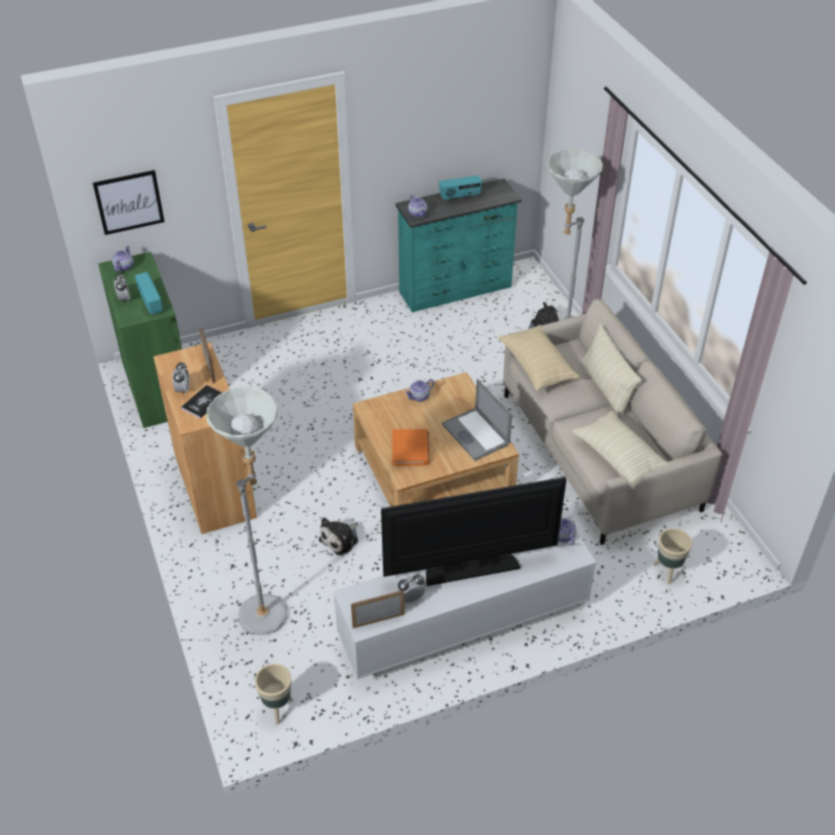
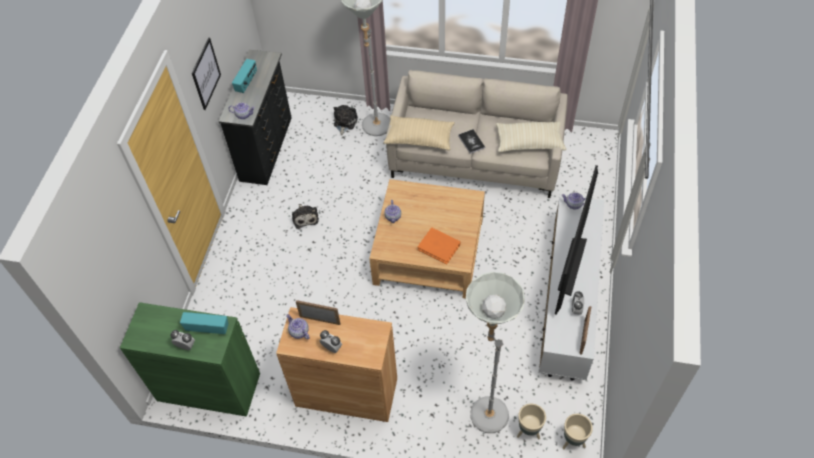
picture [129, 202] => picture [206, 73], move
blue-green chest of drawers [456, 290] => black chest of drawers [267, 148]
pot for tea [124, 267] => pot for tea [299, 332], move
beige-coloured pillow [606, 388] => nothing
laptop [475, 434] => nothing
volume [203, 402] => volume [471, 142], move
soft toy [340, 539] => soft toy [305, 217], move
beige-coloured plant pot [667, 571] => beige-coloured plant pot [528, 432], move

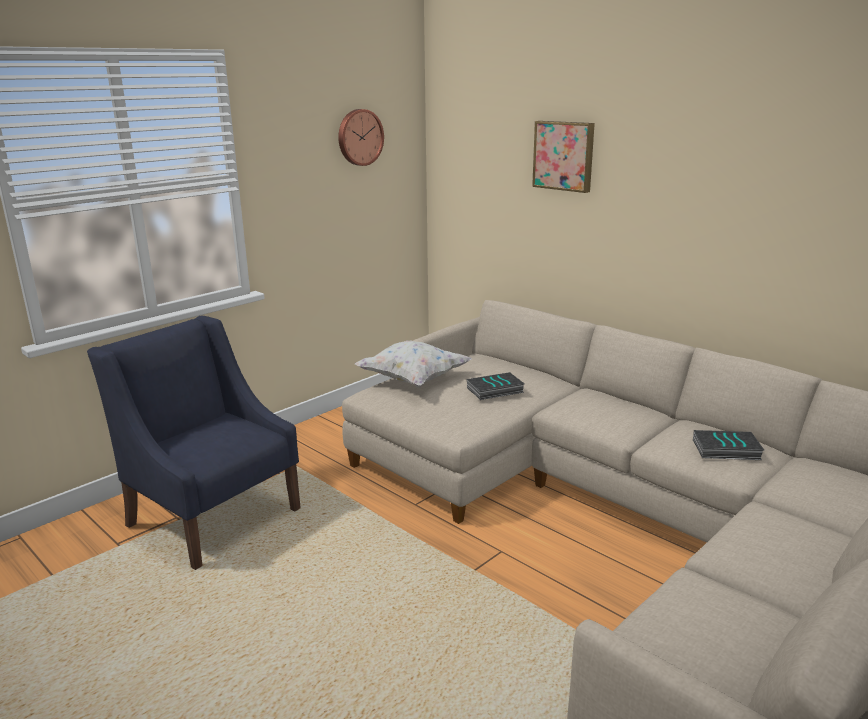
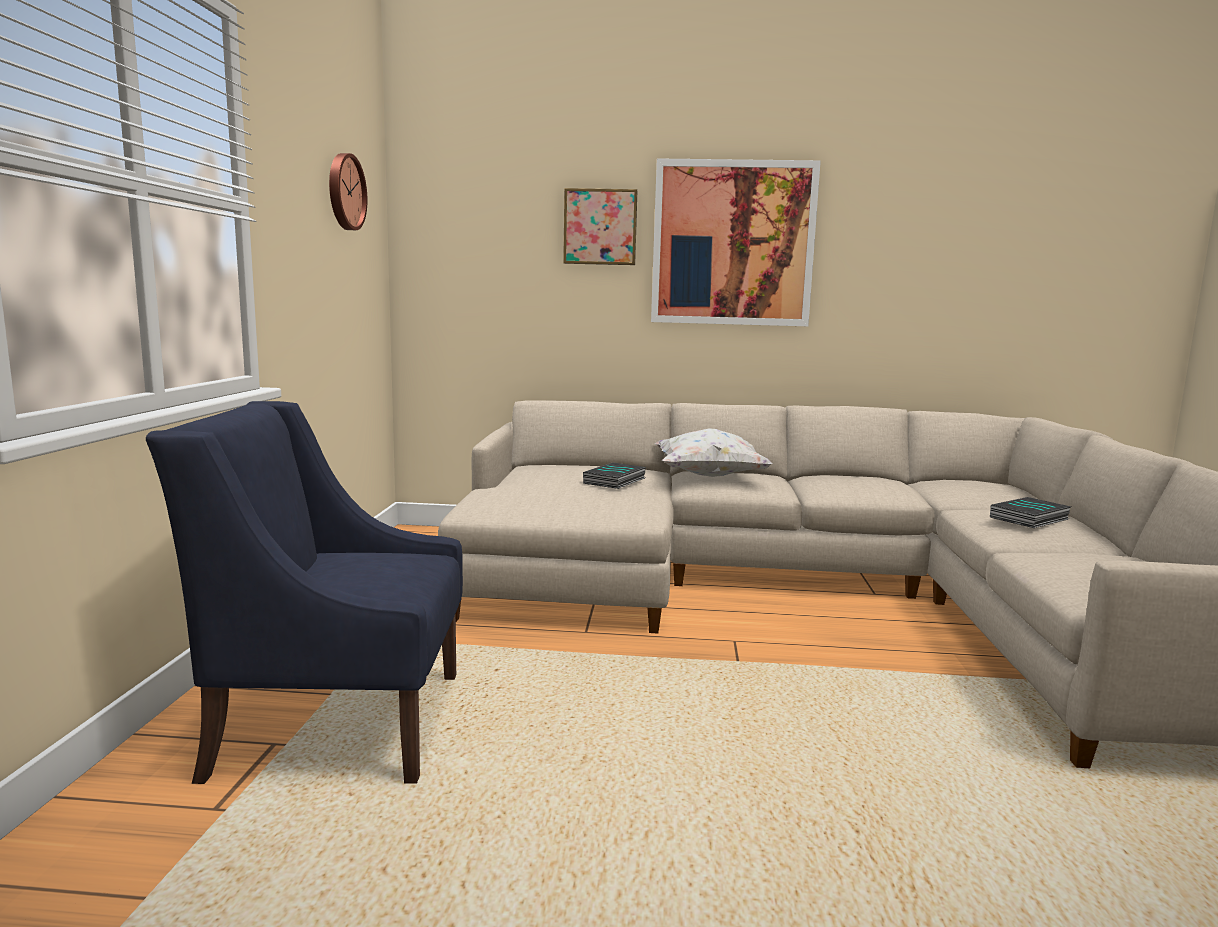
whitish pillow [413, 380] => whitish pillow [708, 476], move
volume [725, 450] => volume [1030, 518], move
nothing => picture [732, 244]

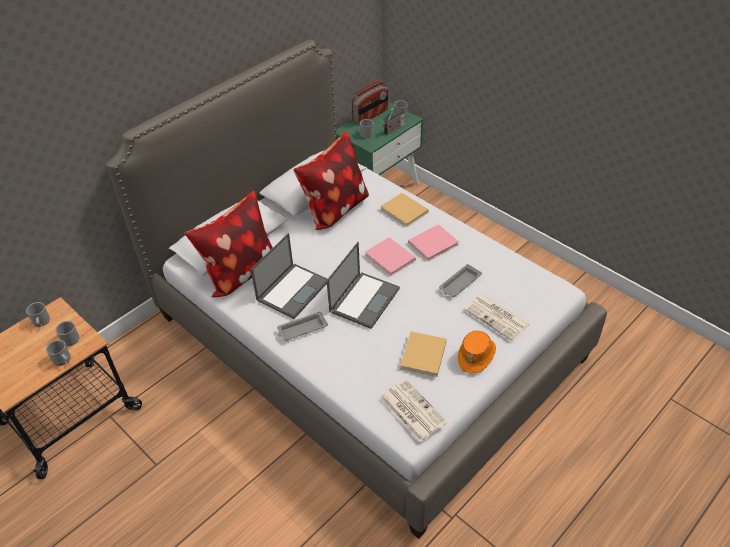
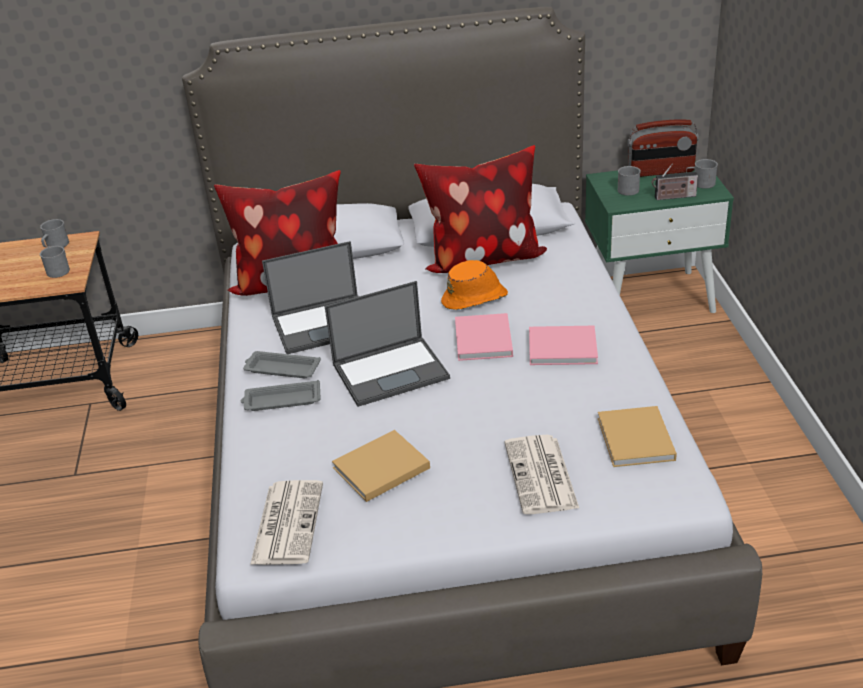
beige-coloured volume [405, 211] => beige-coloured volume [636, 441], move
gray serving tray [459, 283] => gray serving tray [281, 401], move
orangey hat [476, 355] => orangey hat [475, 298], move
gray mug [63, 360] => nothing

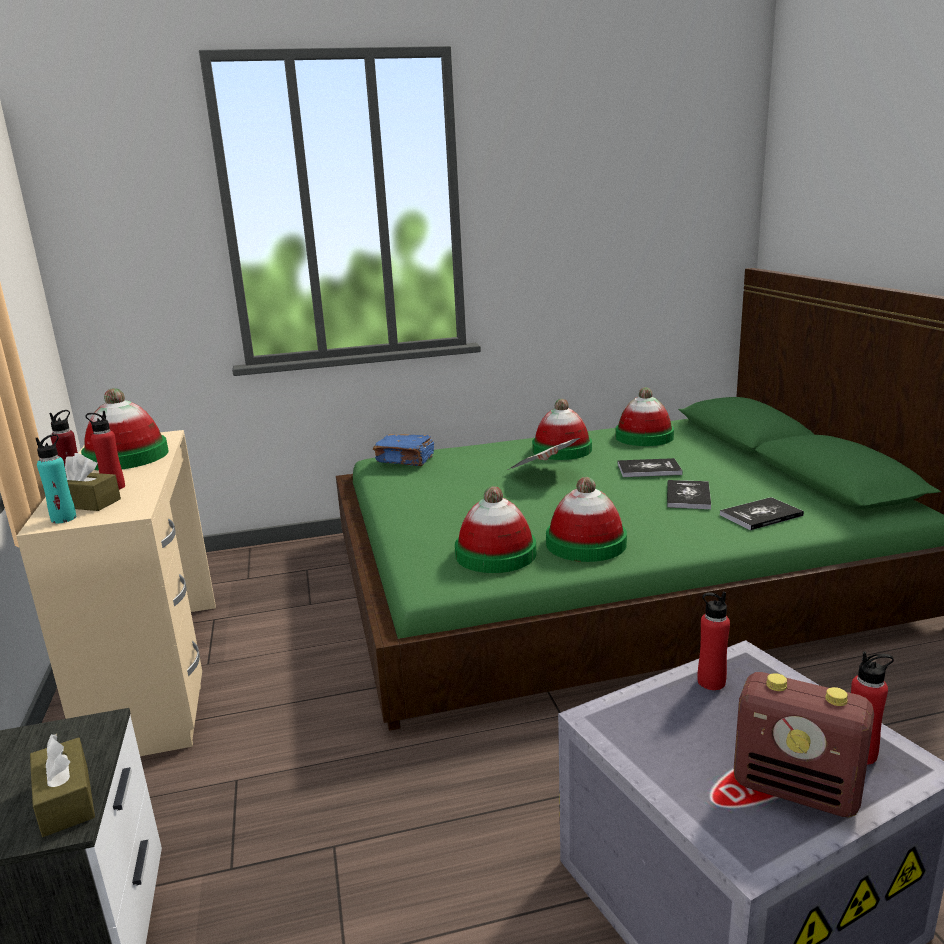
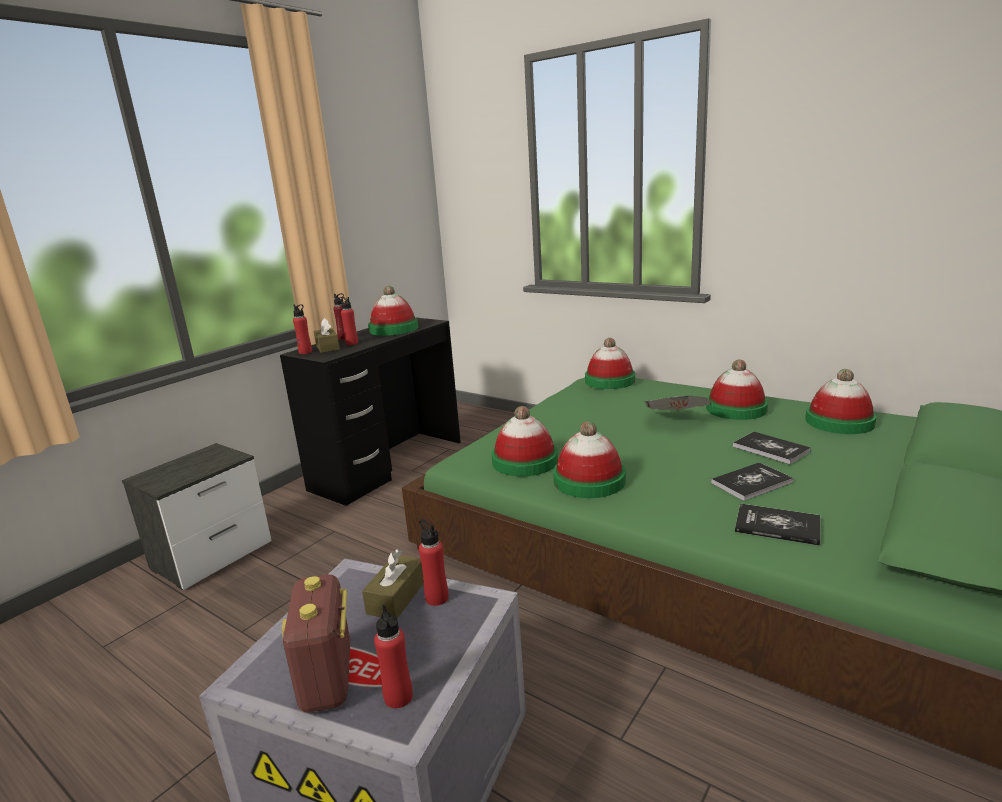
beige-coloured desk table [157, 674] => black desk table [388, 465]
blue-green bottle [64, 518] => red-coloured bottle [305, 352]
blue-coloured volume [405, 460] => hat [609, 380]
brown-coloured tissue box [66, 800] => brown-coloured tissue box [396, 597], move

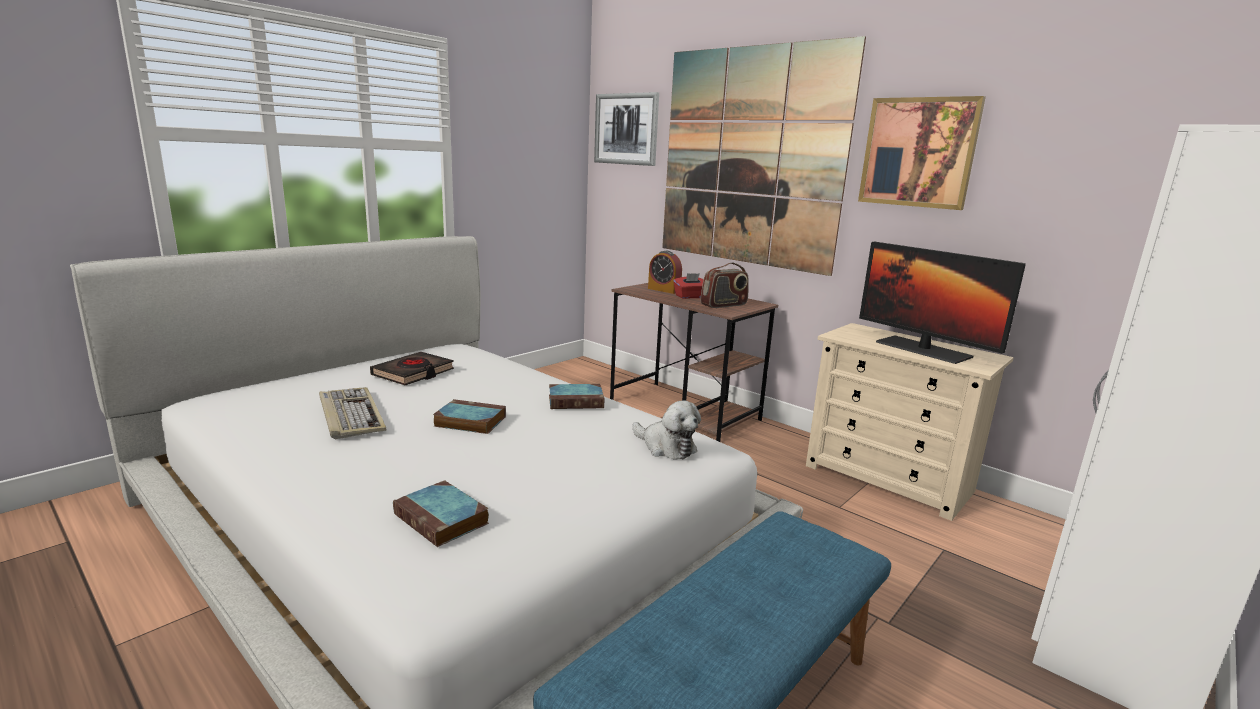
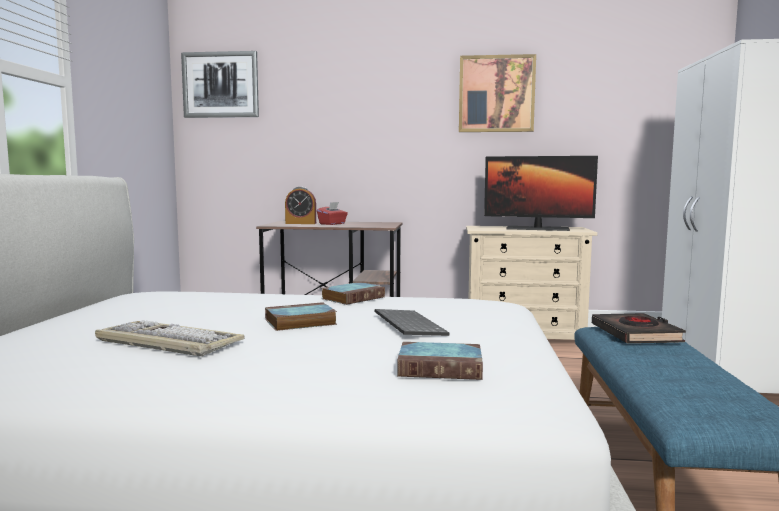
picture [750, 158] => nothing
radio receiver [724, 305] => nothing
black volume [413, 373] => black volume [636, 334], move
soft toy [666, 447] => nothing
nothing => PC keyboard [407, 325]

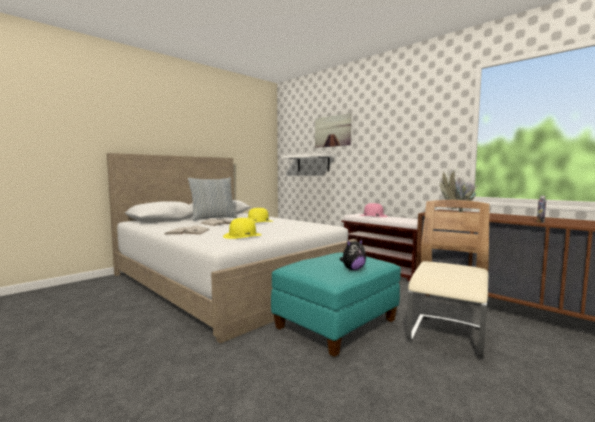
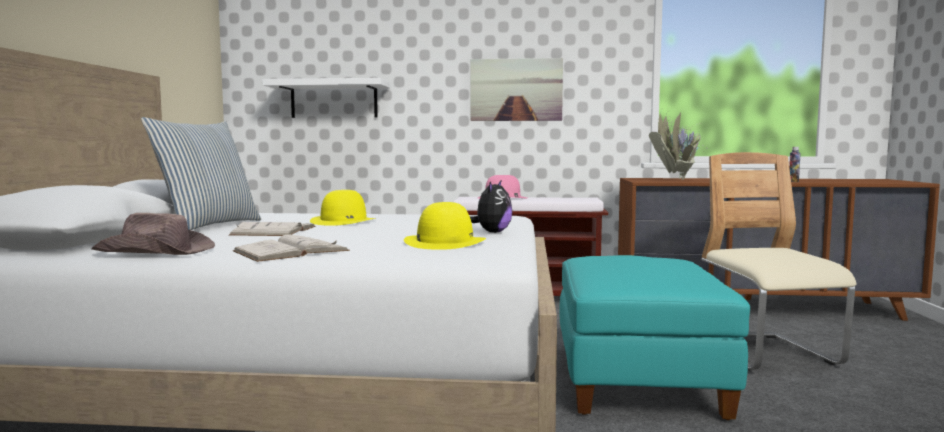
picture [332, 131] => picture [516, 90], move
soft toy [353, 269] => soft toy [492, 232], move
nothing => brown-coloured hat [156, 252]

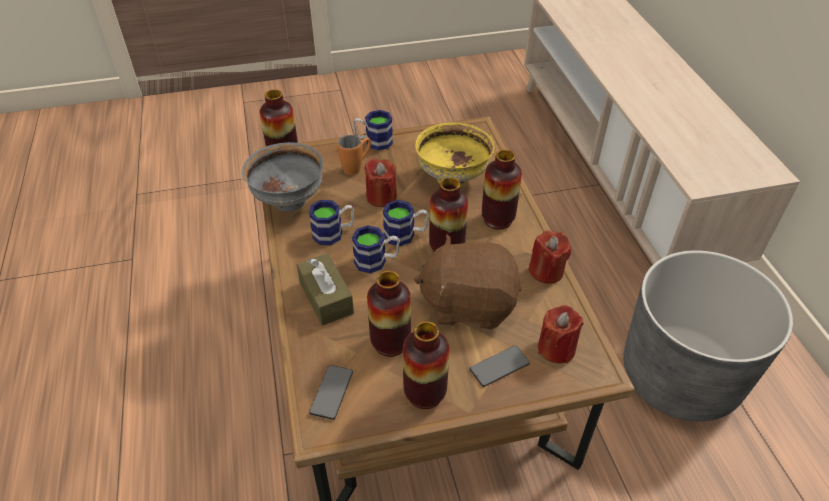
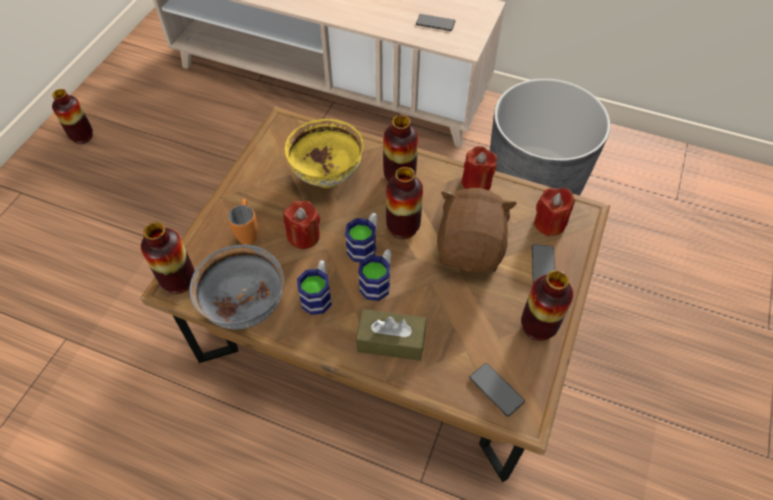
mug [373, 142] => nothing
brown-coloured soft toy [468, 303] => brown-coloured soft toy [471, 248], 150 degrees clockwise
flower vase [390, 343] => flower vase [82, 136], move
nothing => phone [435, 23]

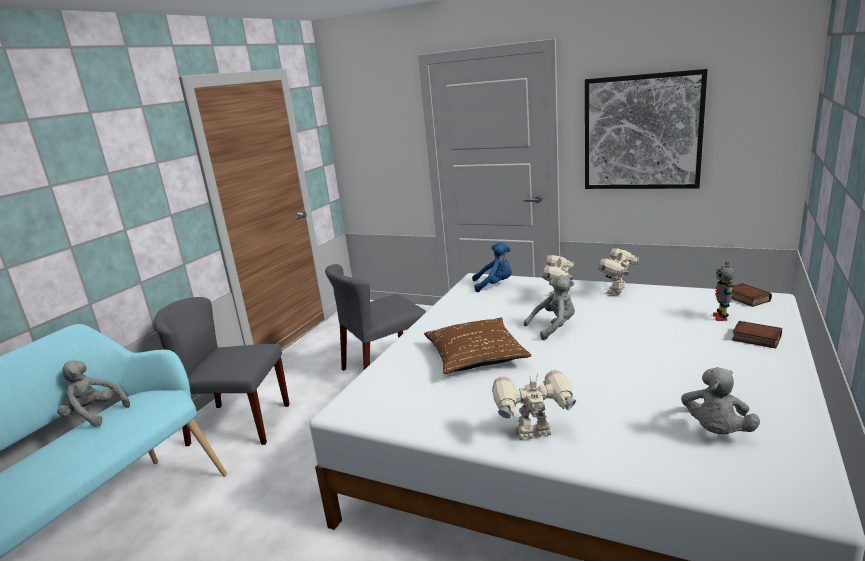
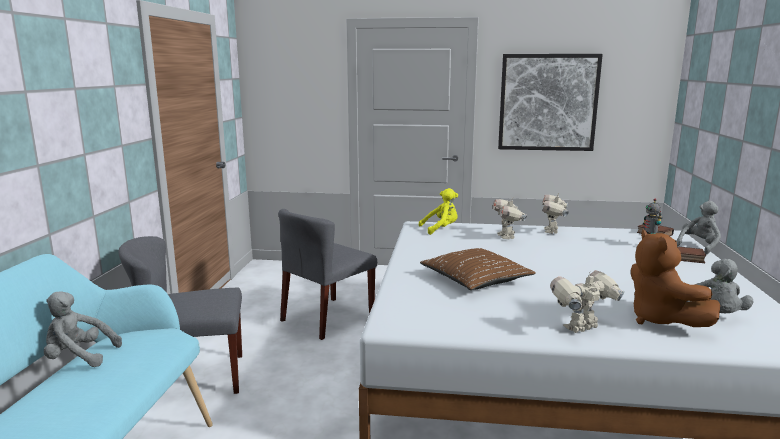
blue-coloured soft toy [495, 285] => yellow-coloured soft toy [441, 229]
gray soft toy [554, 327] => gray soft toy [699, 246], move
nothing => brown-coloured soft toy [661, 320]

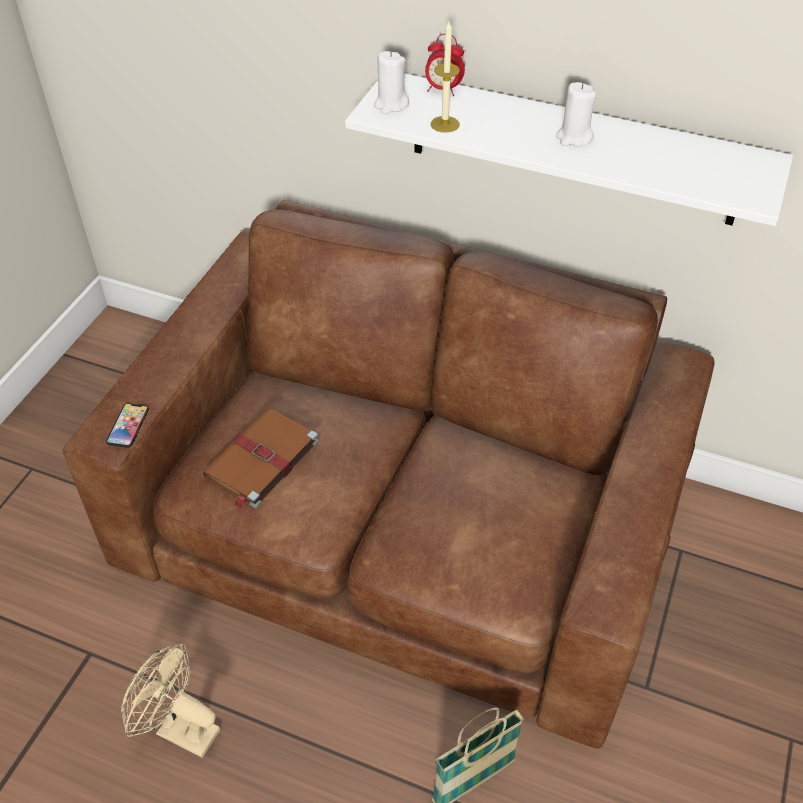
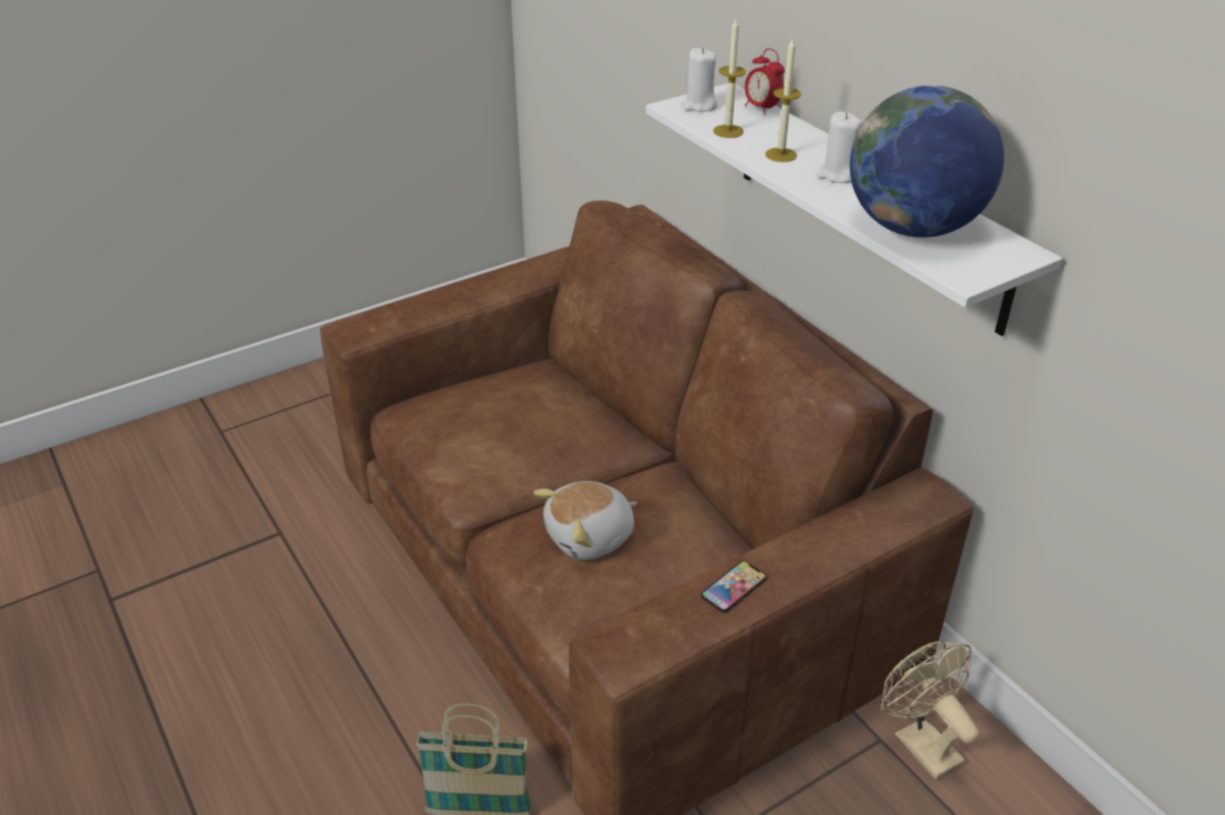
phone [128, 426] => phone [733, 587], move
brown-coloured volume [260, 460] => nothing
beige-coloured fan [179, 729] => beige-coloured fan [920, 742], move
nothing => candle [781, 155]
nothing => desk globe [913, 228]
nothing => soft toy [591, 537]

